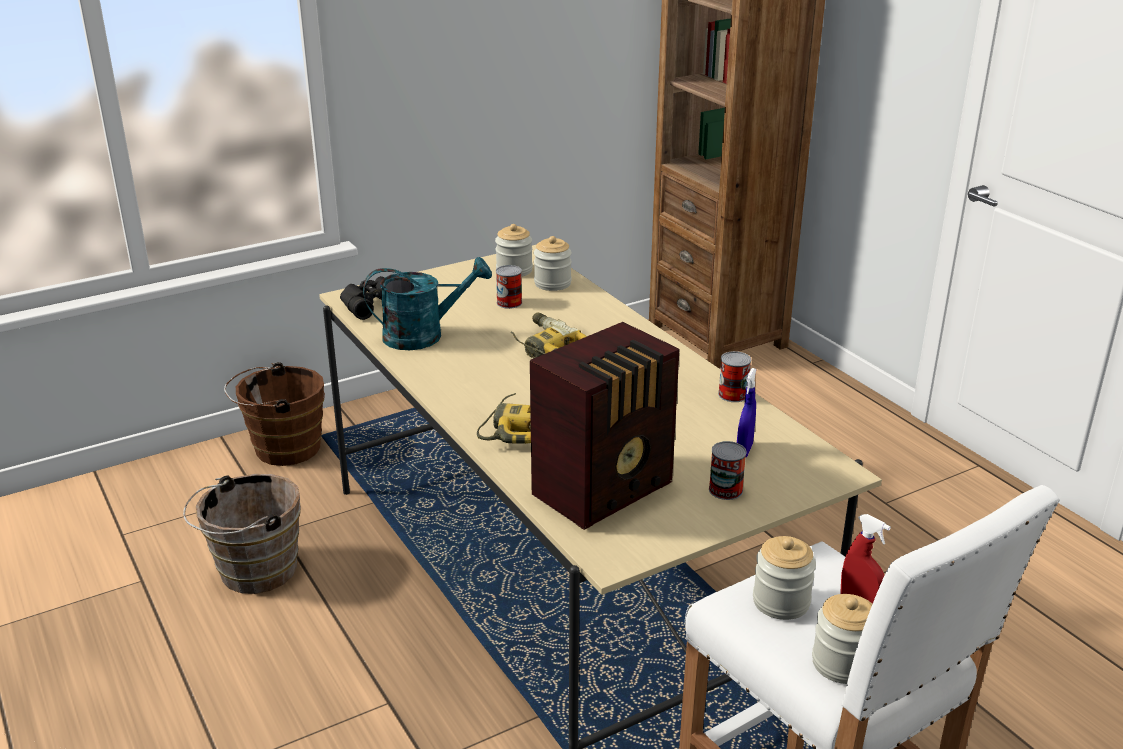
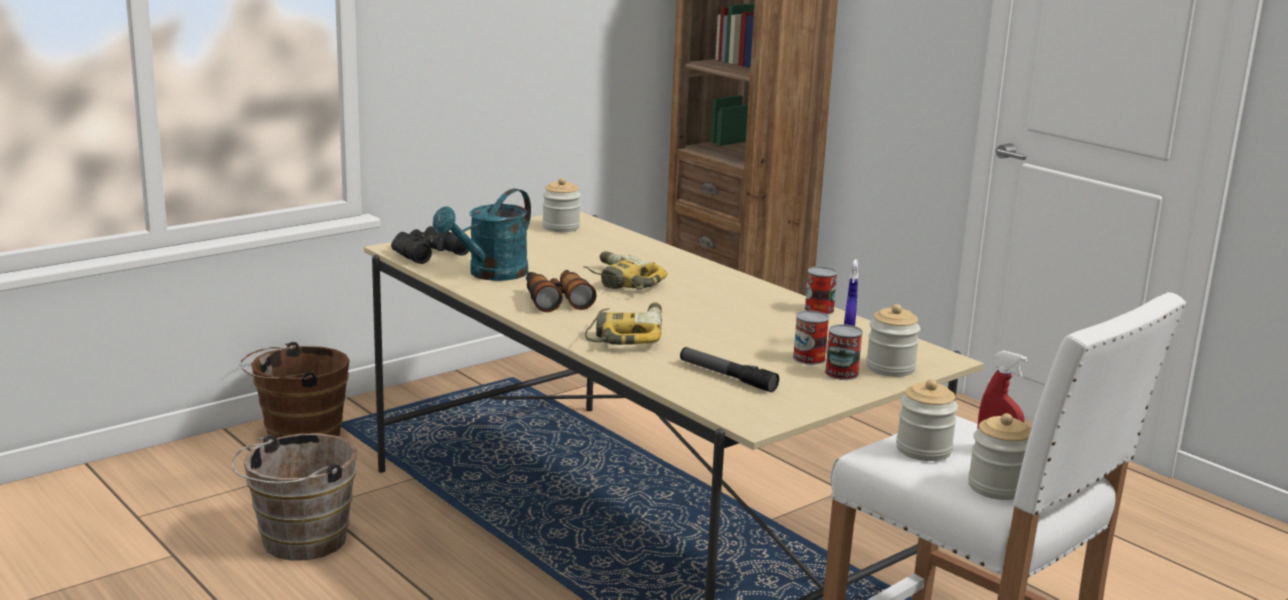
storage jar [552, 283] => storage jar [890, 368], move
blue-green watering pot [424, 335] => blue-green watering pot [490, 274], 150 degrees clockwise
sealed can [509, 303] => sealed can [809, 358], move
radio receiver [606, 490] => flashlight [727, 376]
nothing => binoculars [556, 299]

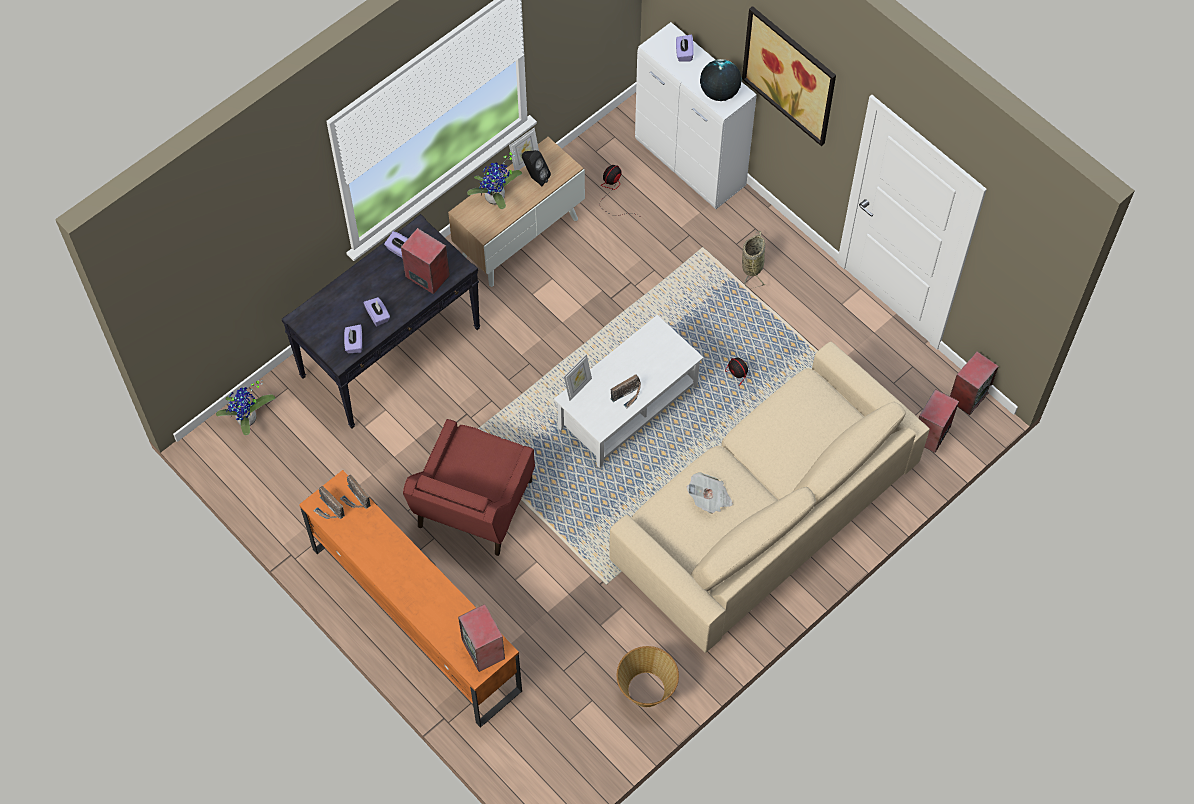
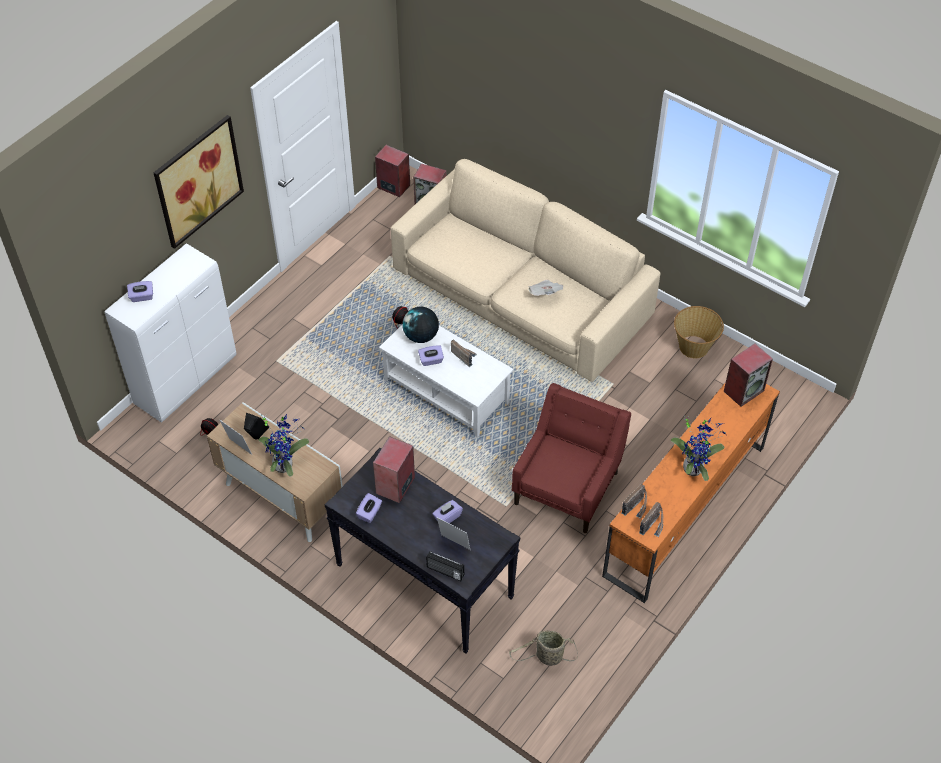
desk globe [719, 92] => desk globe [421, 336], move
basket [753, 265] => basket [547, 657], move
purplish tissue box [354, 343] => purplish tissue box [431, 360], move
picture frame [578, 387] => picture frame [454, 545], move
houseplant [248, 421] => houseplant [694, 467], move
red-coloured lounge chair [473, 506] => red-coloured lounge chair [567, 486], 75 degrees counterclockwise
nothing => radio receiver [445, 572]

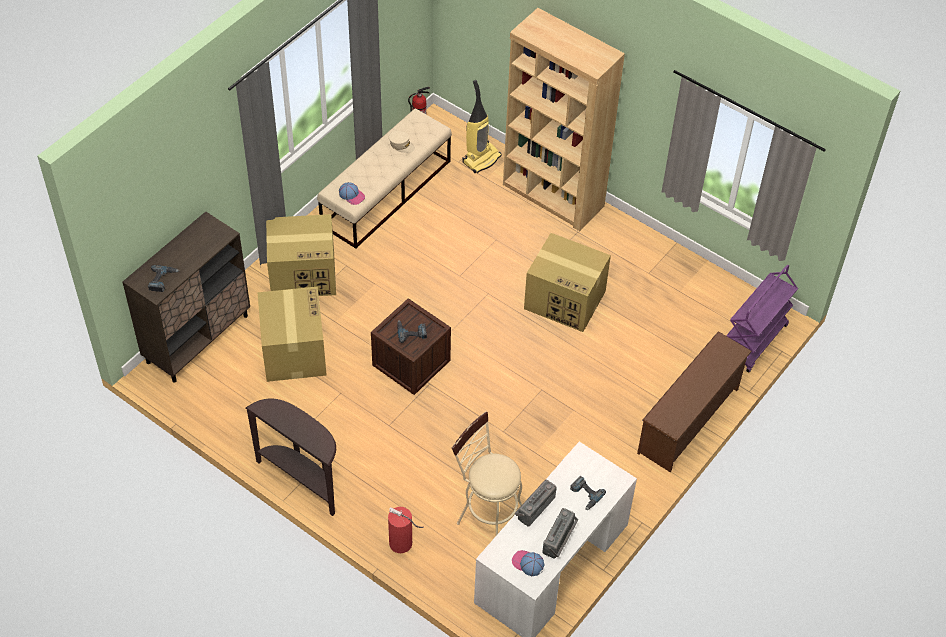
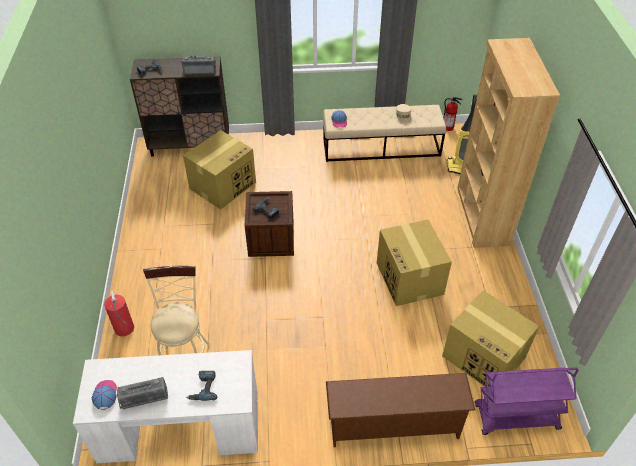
carton [304, 274] => carton [484, 357], move
brown-coloured console table [302, 479] => nothing
radio receiver [534, 507] => radio receiver [200, 70], move

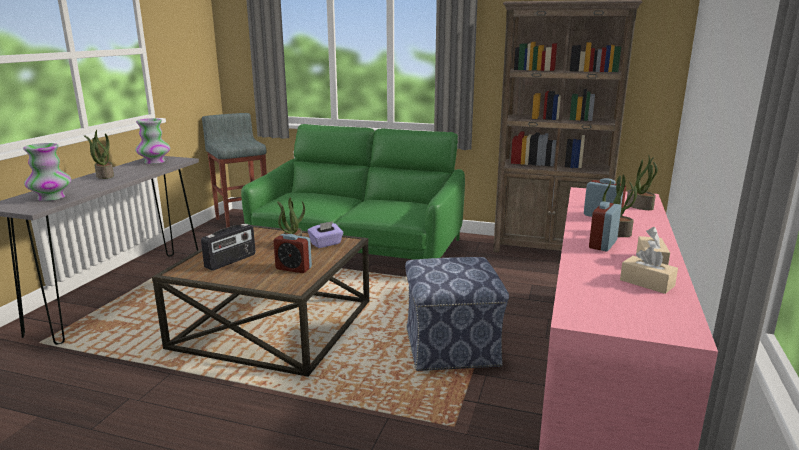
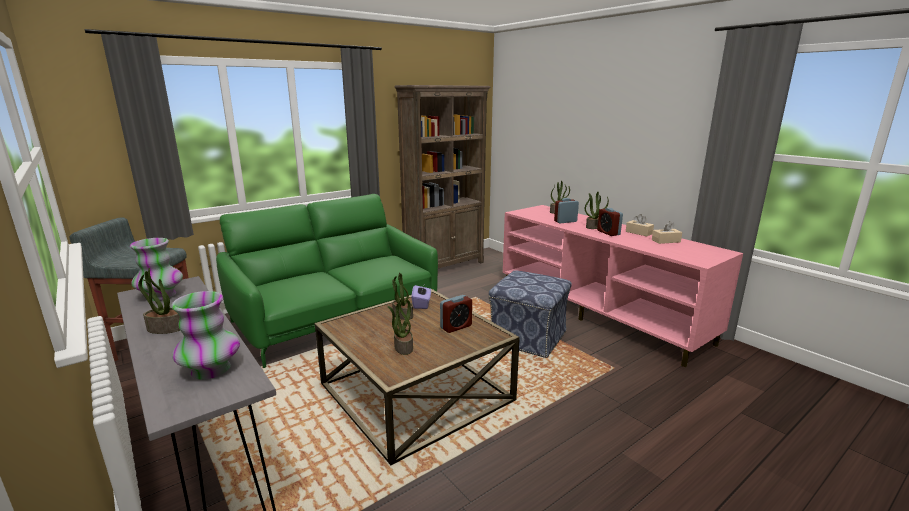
radio receiver [231, 261] => houseplant [403, 347]

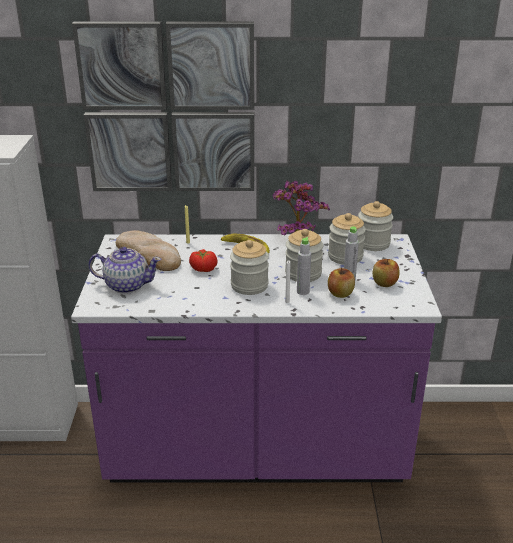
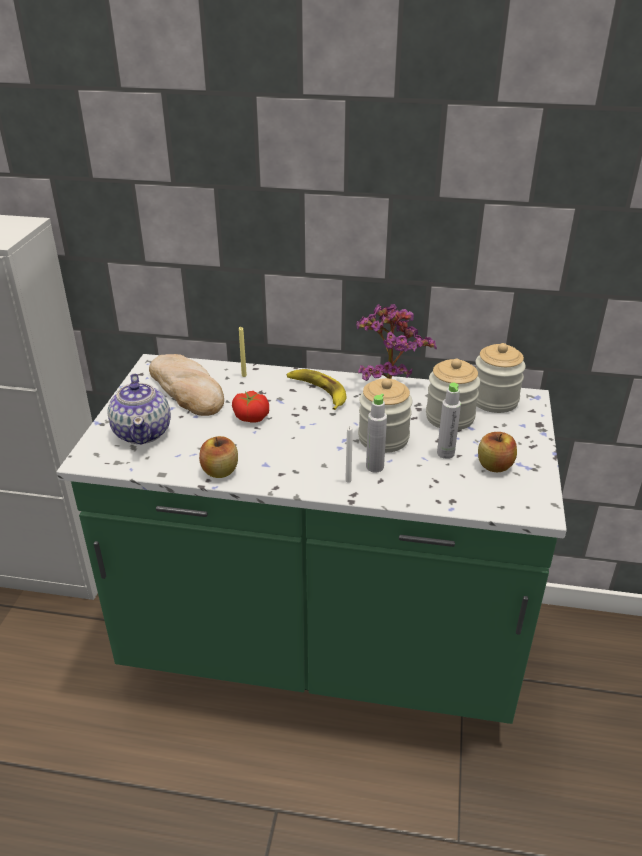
picture [169, 109] => nothing
purplish kitchen base unit [256, 453] => green kitchen base unit [321, 649]
storage jar [249, 285] => nothing
pot for tea [127, 285] => pot for tea [143, 432], 60 degrees clockwise
apple [340, 293] => apple [220, 471], move

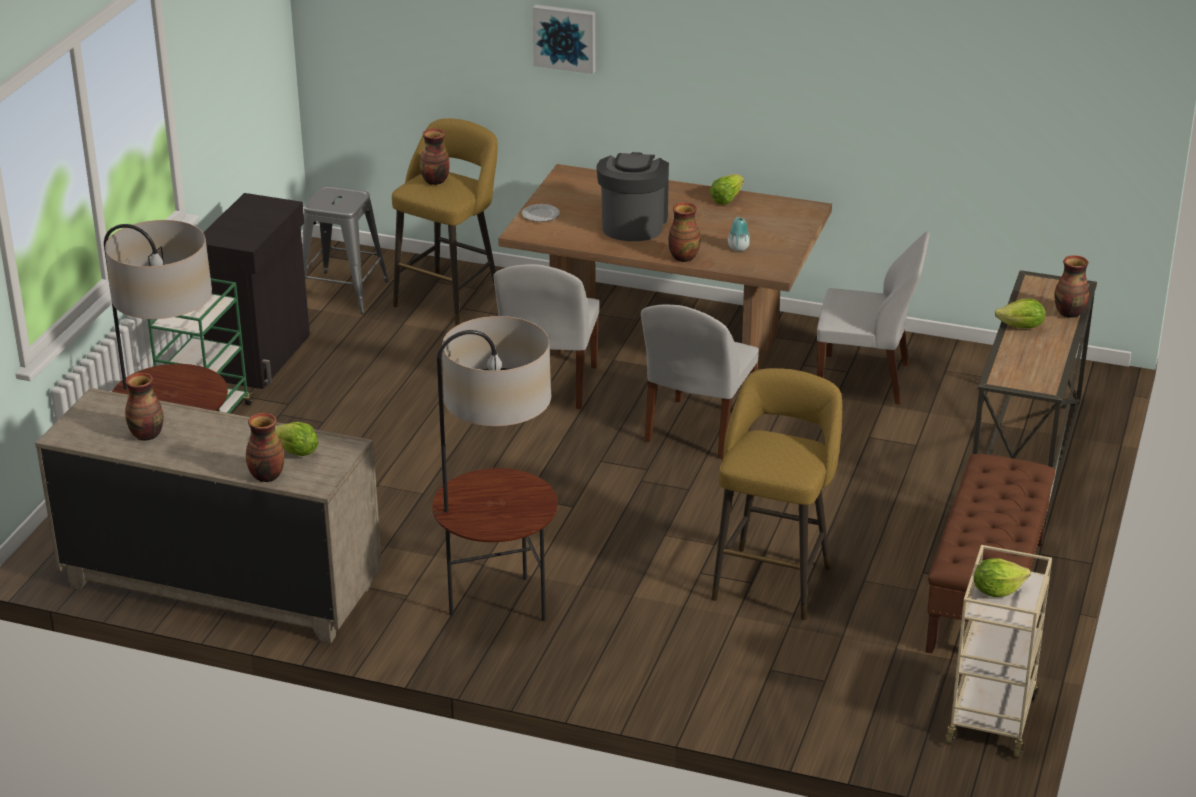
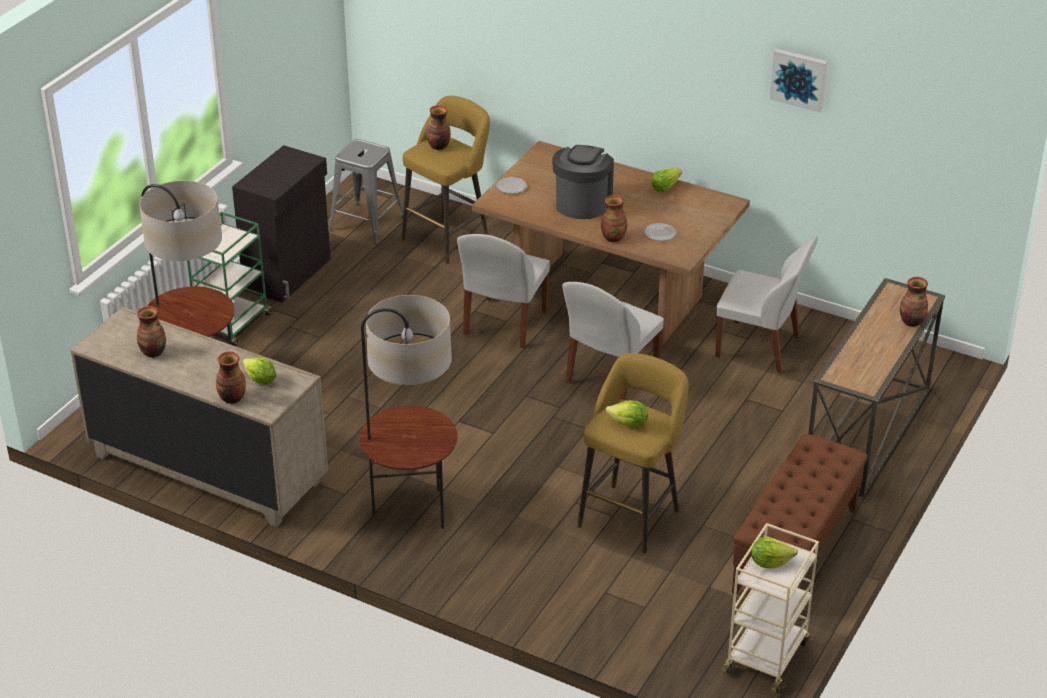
picture [565, 37] => picture [799, 79], move
flower vase [738, 248] => flat dish [660, 234]
lettuce head [1021, 327] => lettuce head [628, 424], move

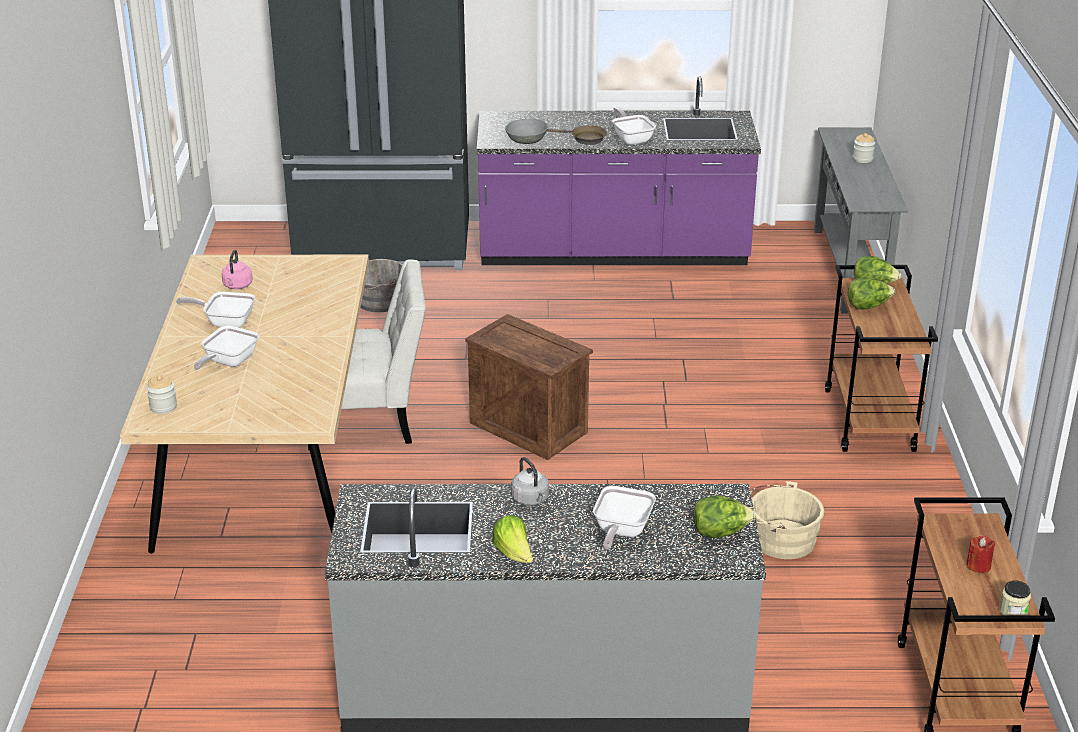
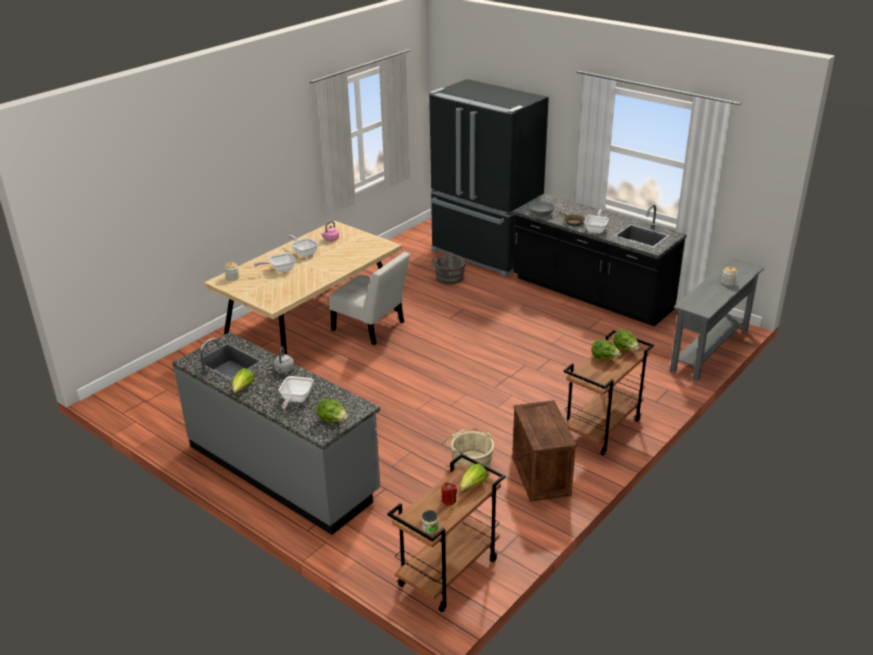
purplish kitchen base unit [613, 253] => black kitchen base unit [591, 295]
shipping crate [527, 428] => shipping crate [540, 476], move
skillet [621, 531] => skillet [295, 400], 45 degrees counterclockwise
nothing => lettuce head [473, 485]

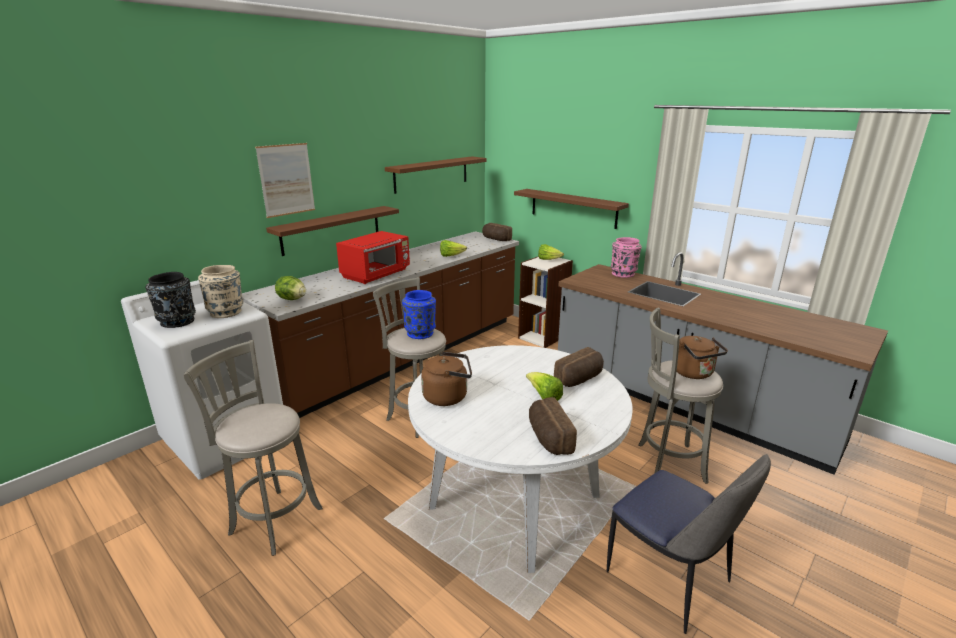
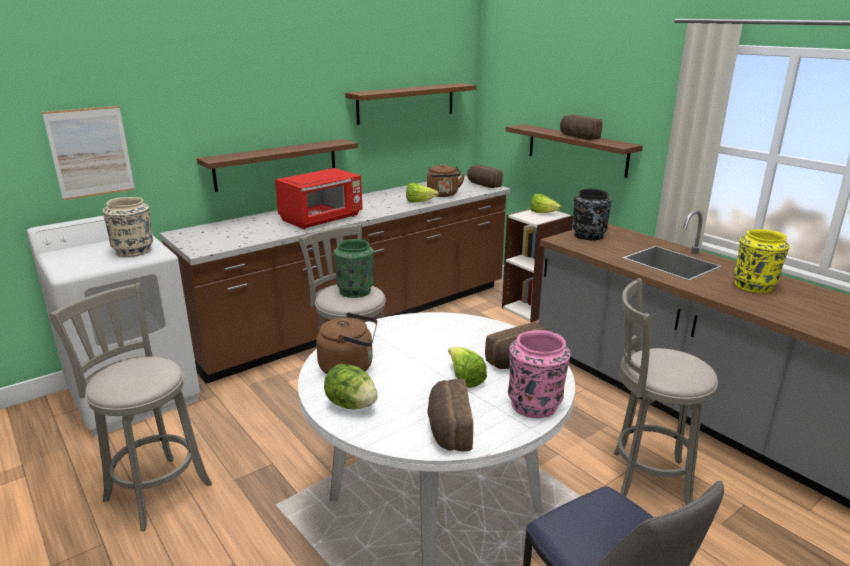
picture [286, 180] => picture [91, 152], move
pinkish flower vase [623, 274] => pinkish flower vase [535, 404], move
black flower vase [177, 322] => black flower vase [588, 236], move
lettuce head [292, 299] => lettuce head [351, 405], move
blue-coloured flower vase [420, 333] => green flower vase [355, 291]
brown-coloured water kettle [694, 373] => brown-coloured water kettle [443, 195], move
nothing => bakery bread [577, 137]
nothing => yellow-coloured flower vase [754, 286]

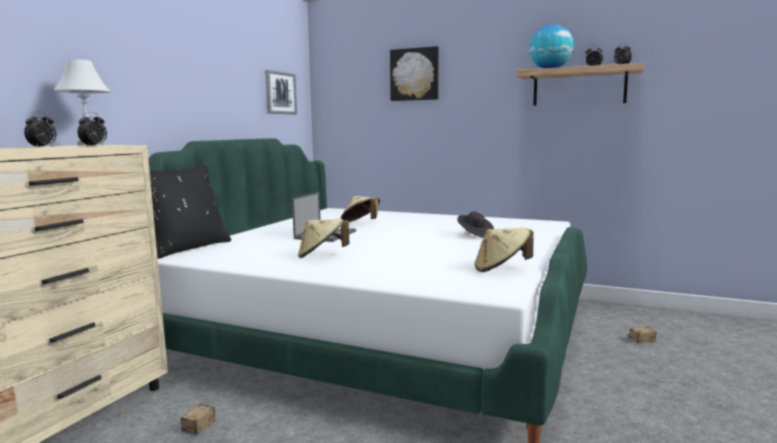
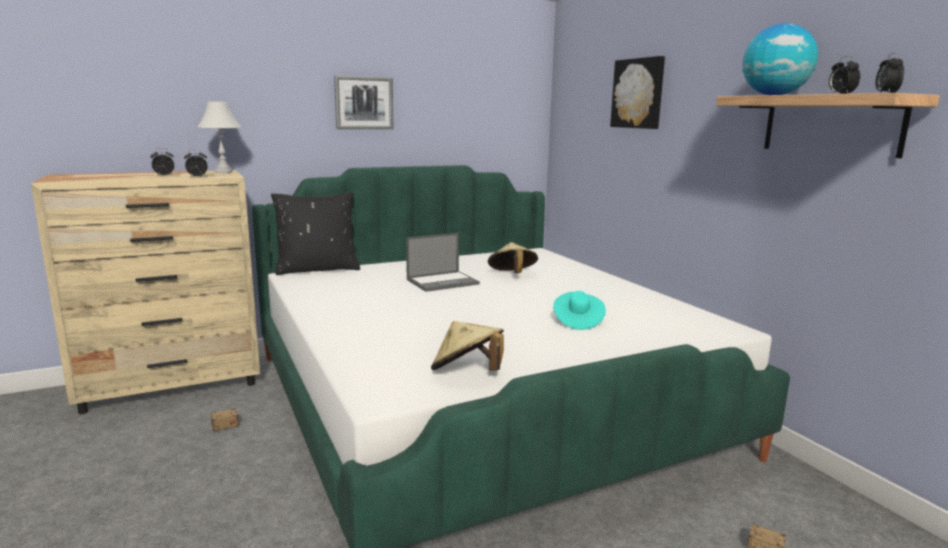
picture [280, 93] => picture [364, 103], move
black hat [475, 235] => blue-green hat [577, 321]
beige-coloured hat [322, 255] => nothing

